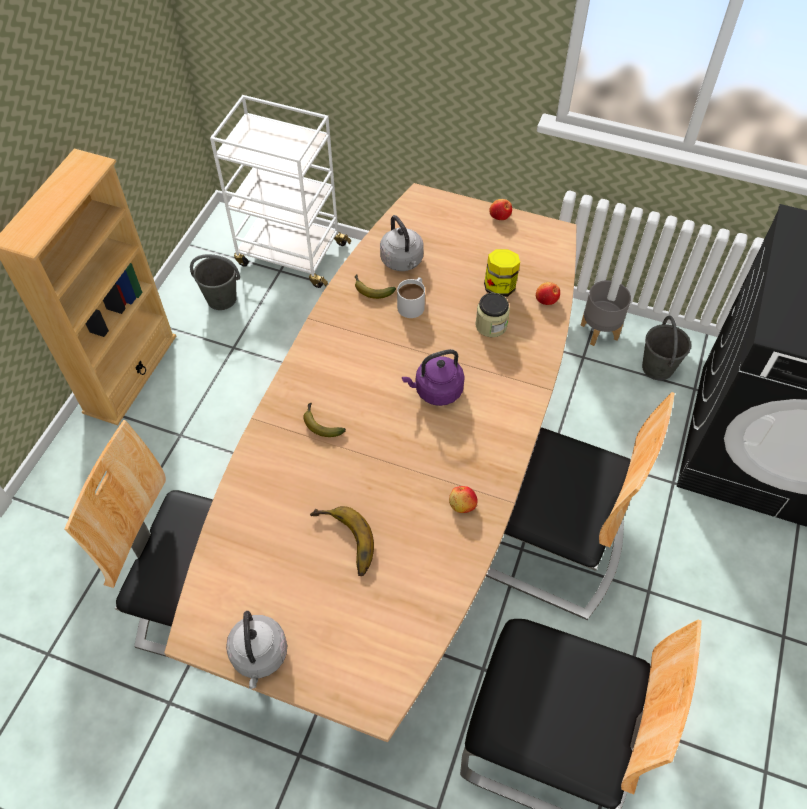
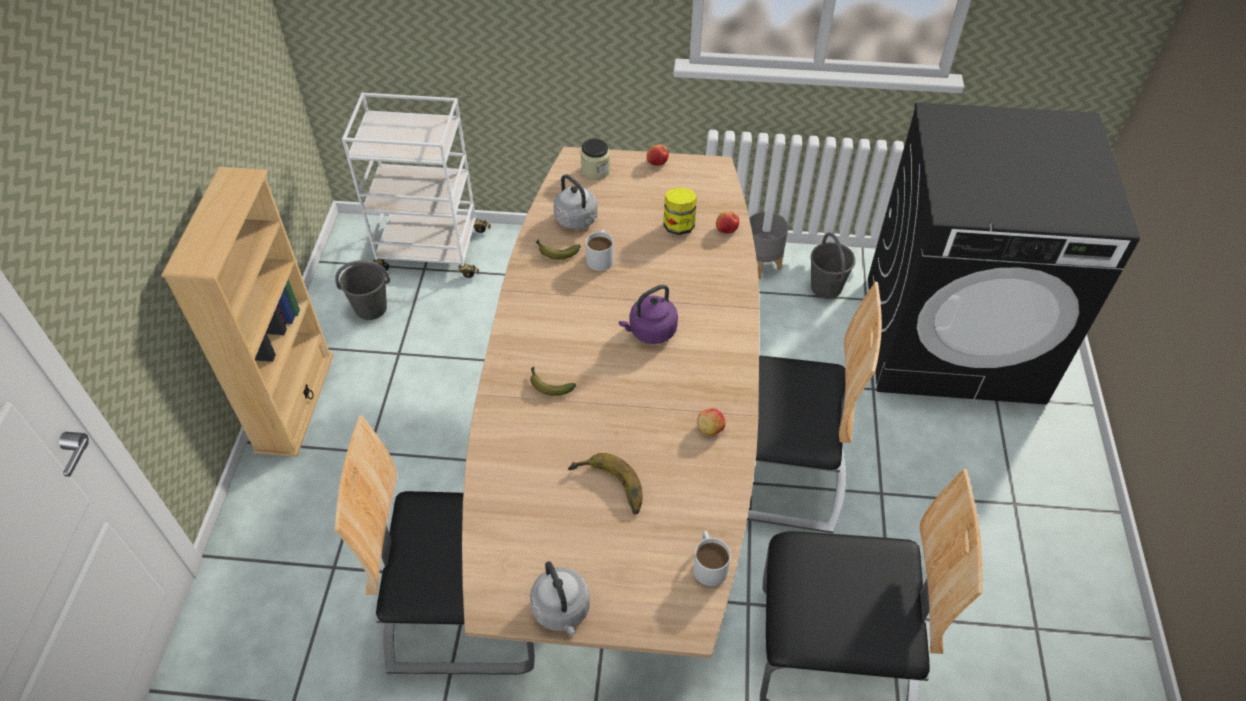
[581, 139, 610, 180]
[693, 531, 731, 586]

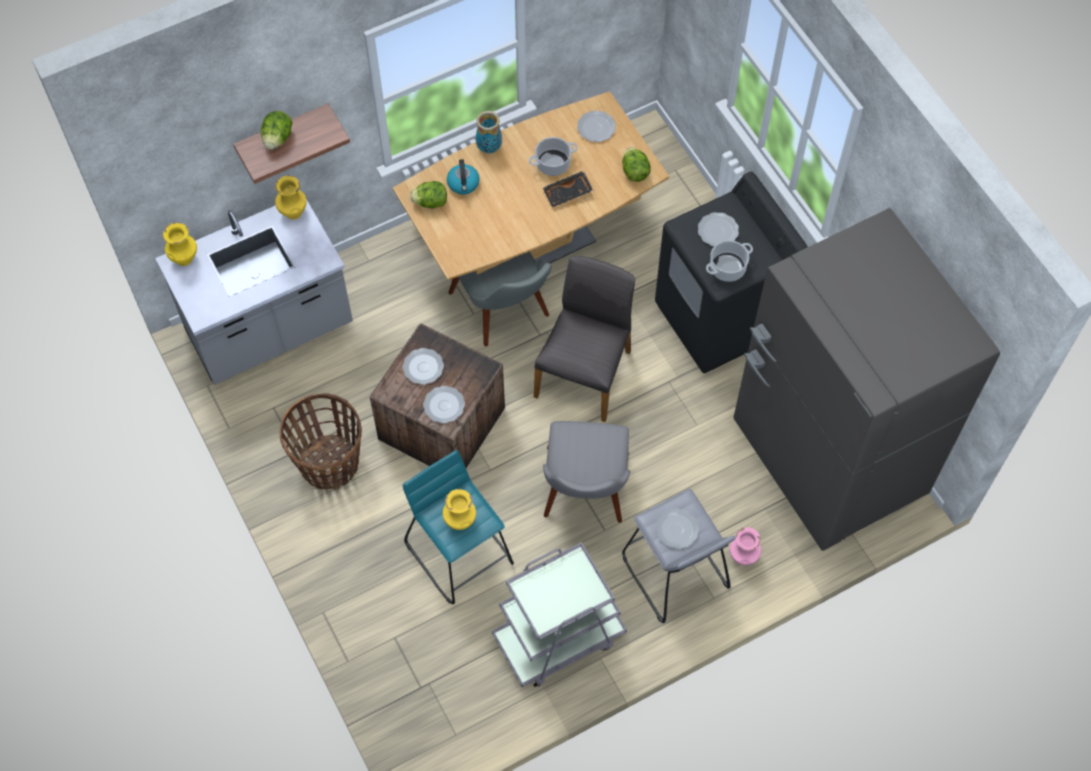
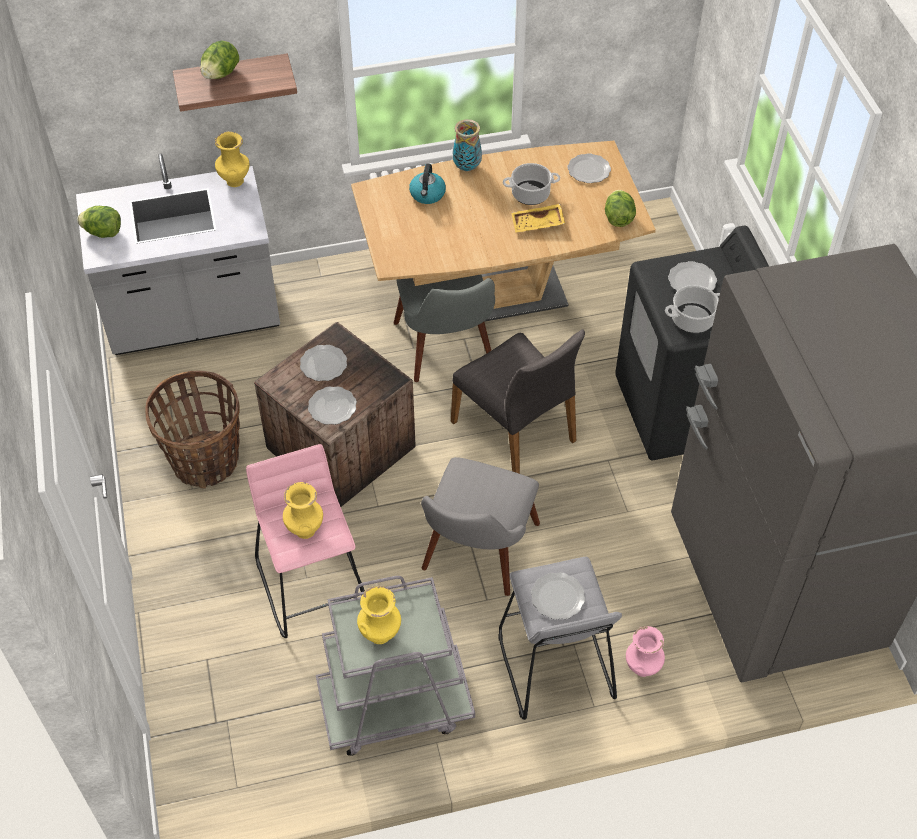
[511, 204, 565, 233]
[77, 206, 121, 238]
[357, 586, 401, 644]
[451, 329, 585, 474]
[246, 444, 365, 638]

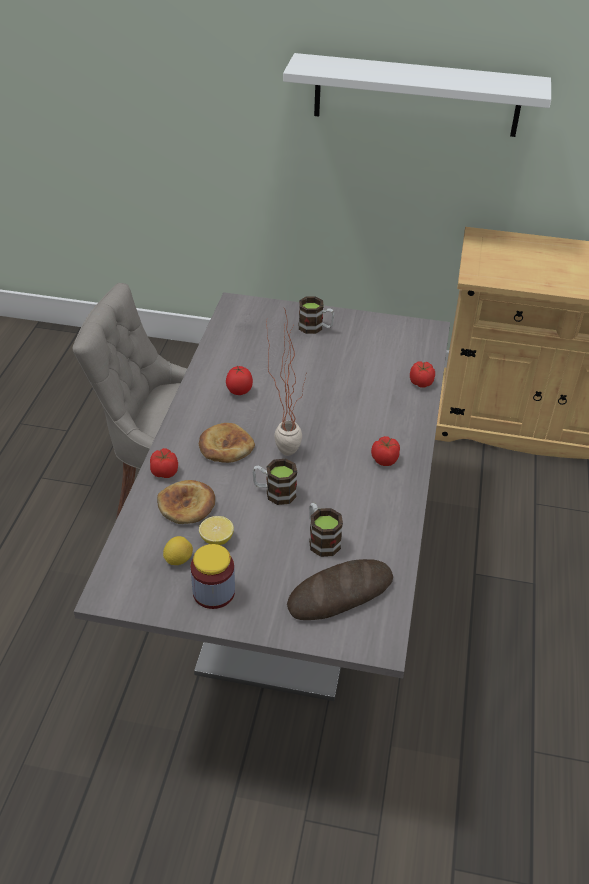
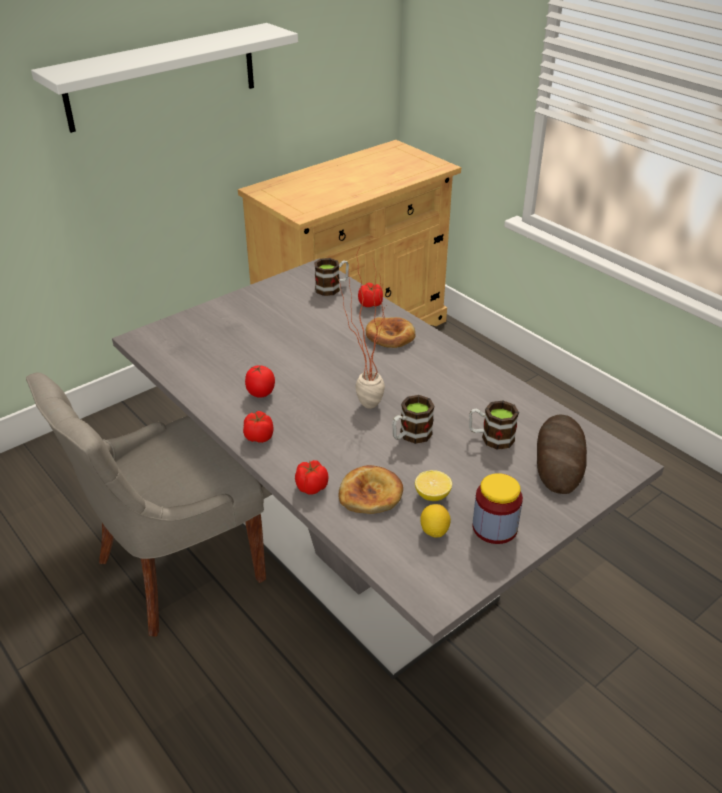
[314, 258, 349, 296]
[366, 317, 415, 348]
[243, 411, 274, 443]

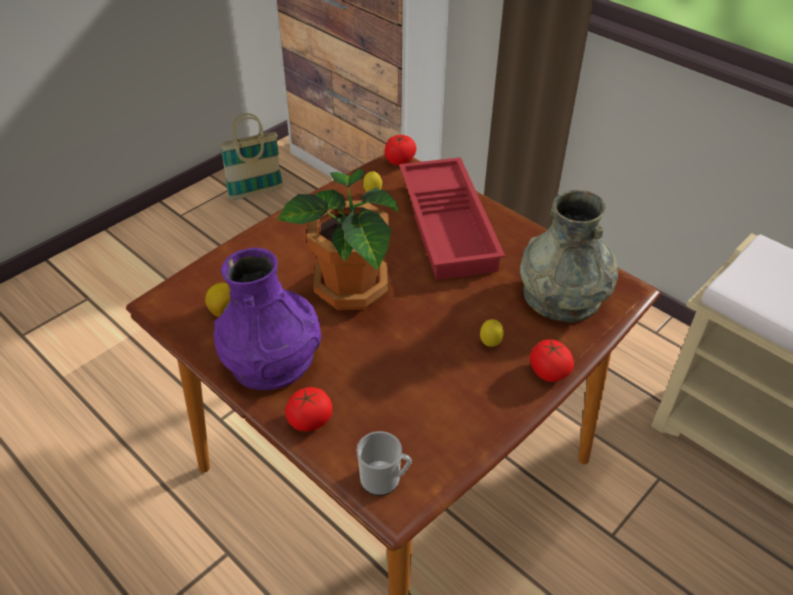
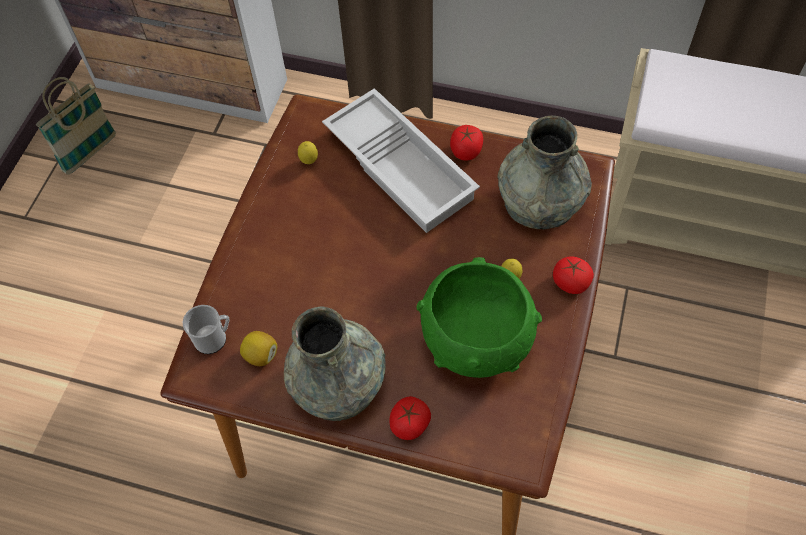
[450, 125, 483, 161]
[322, 88, 480, 233]
[277, 169, 399, 310] (first image)
[284, 307, 386, 421]
[183, 305, 230, 354]
[417, 257, 542, 378]

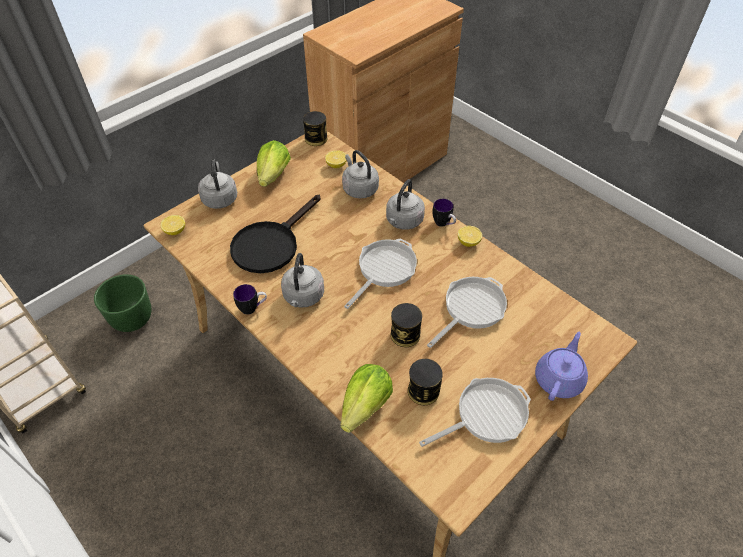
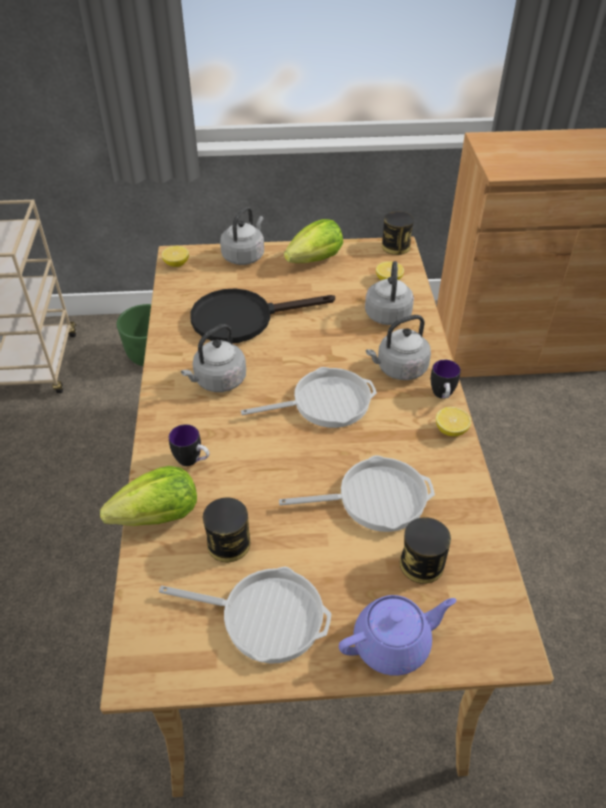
[169, 424, 210, 466]
[400, 517, 451, 584]

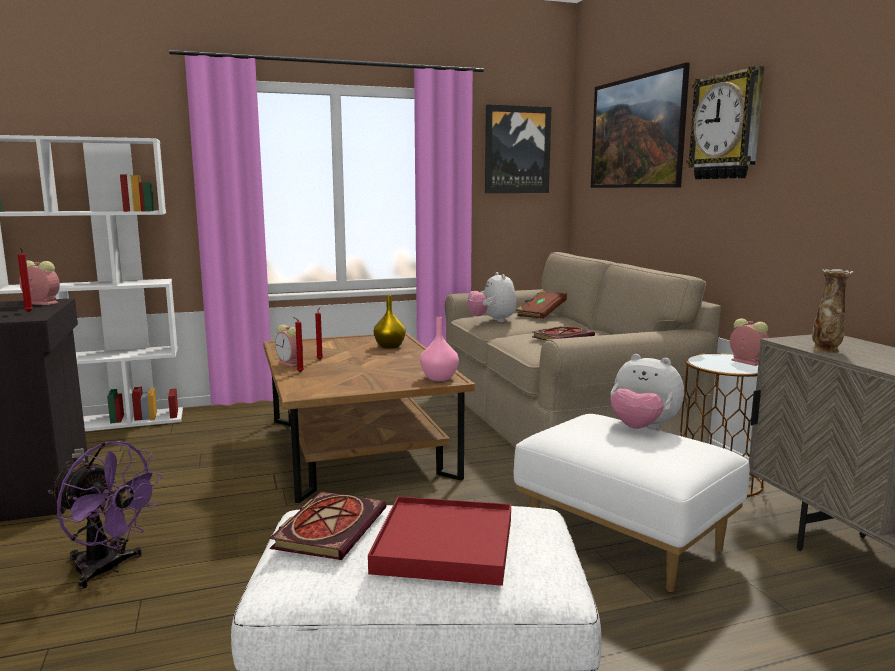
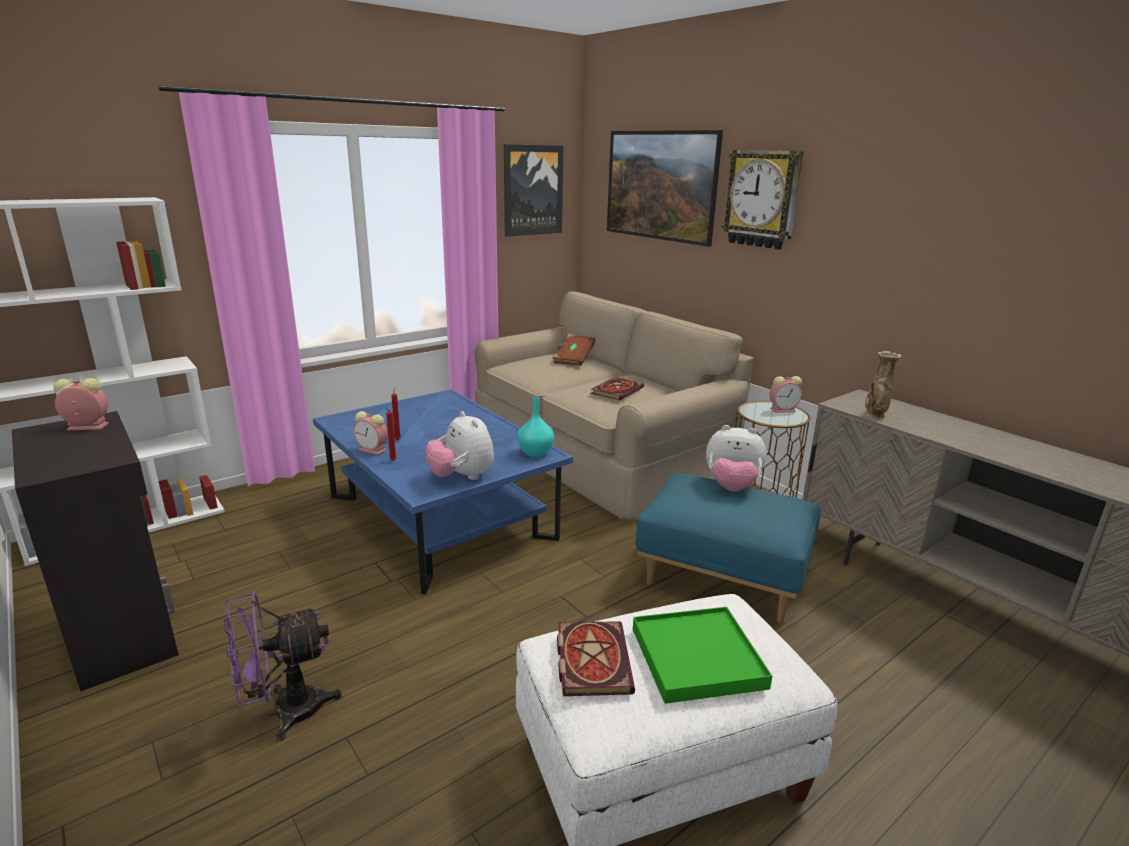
[18, 248, 33, 312] (first image)
[426, 411, 494, 480]
[374, 295, 406, 349] (first image)
[517, 397, 554, 457]
[769, 376, 802, 413]
[313, 389, 573, 594]
[636, 474, 821, 623]
[224, 591, 342, 741]
[633, 607, 772, 704]

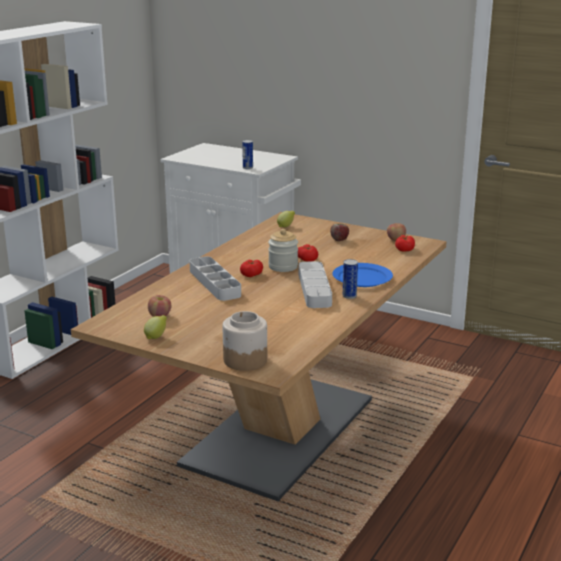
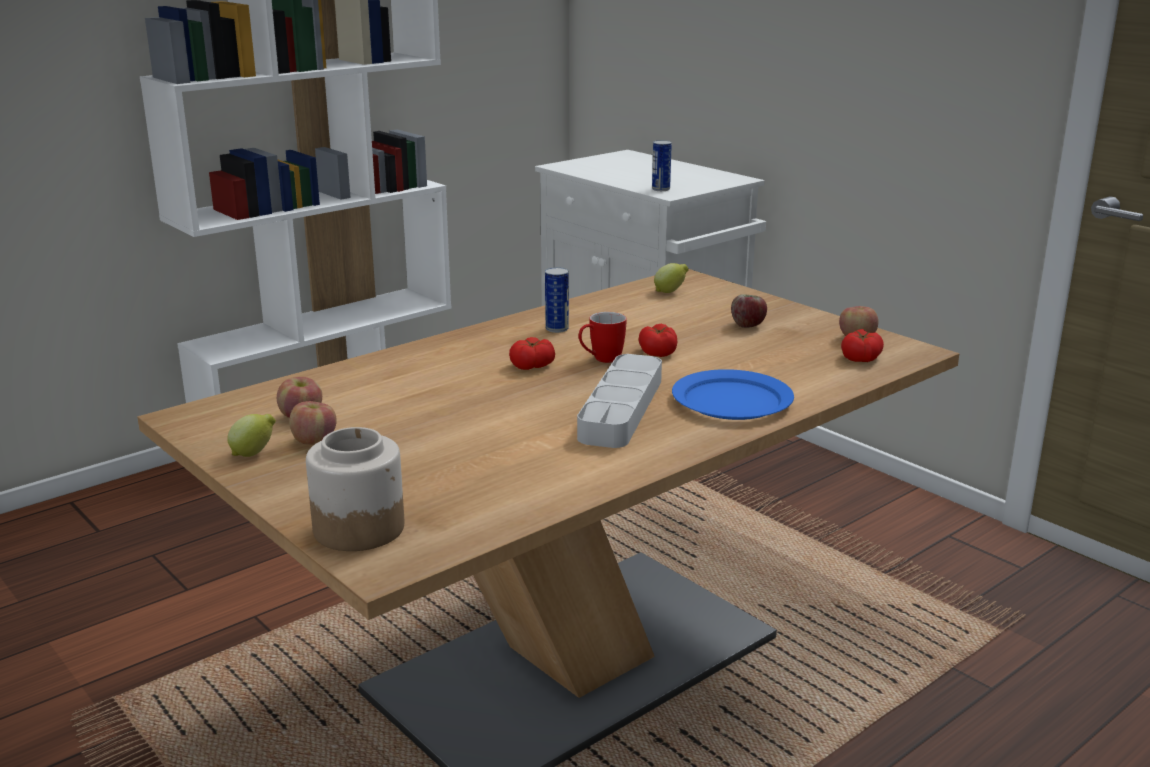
[579, 312, 627, 363]
[189, 256, 241, 301] (first image)
[545, 267, 569, 333]
[289, 401, 337, 445]

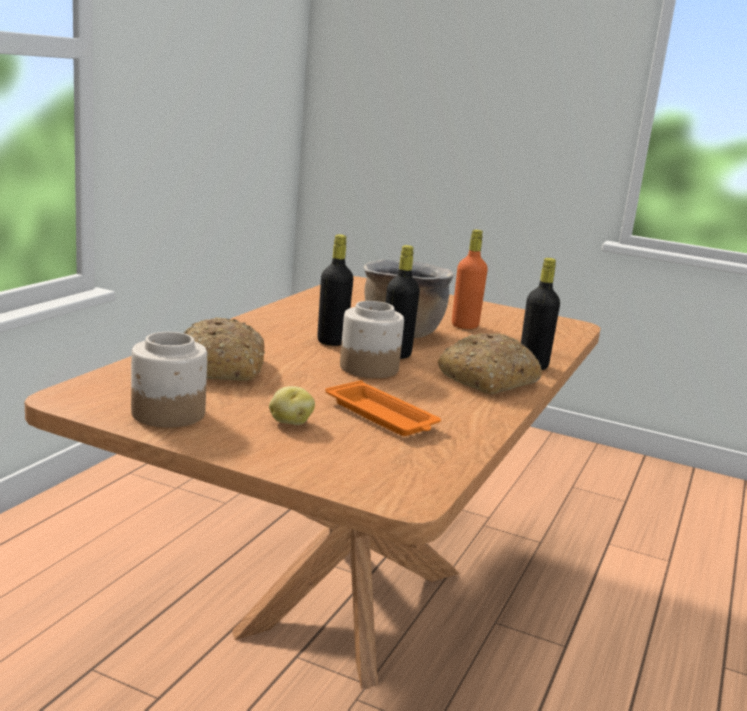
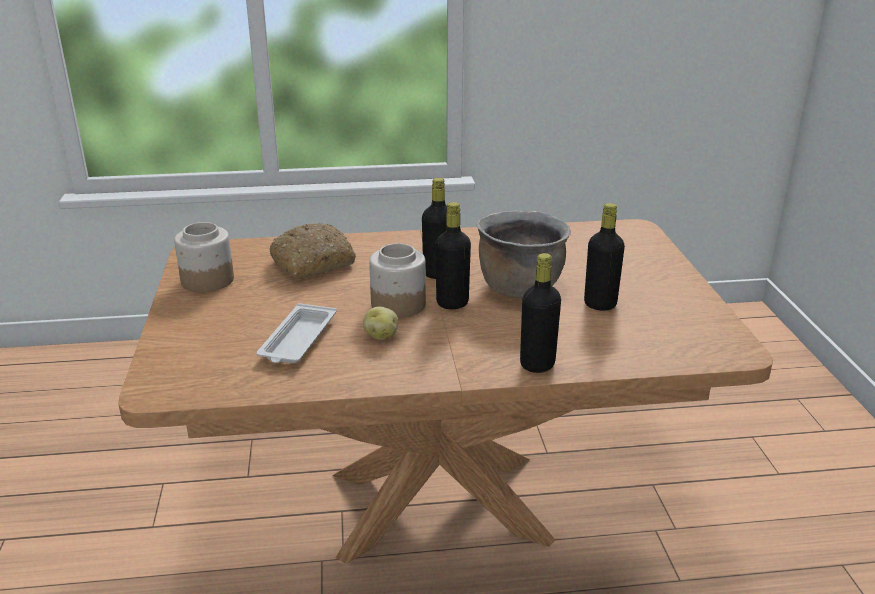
[584, 203, 625, 311]
[438, 333, 542, 394] (first image)
[257, 303, 336, 364]
[363, 307, 398, 340]

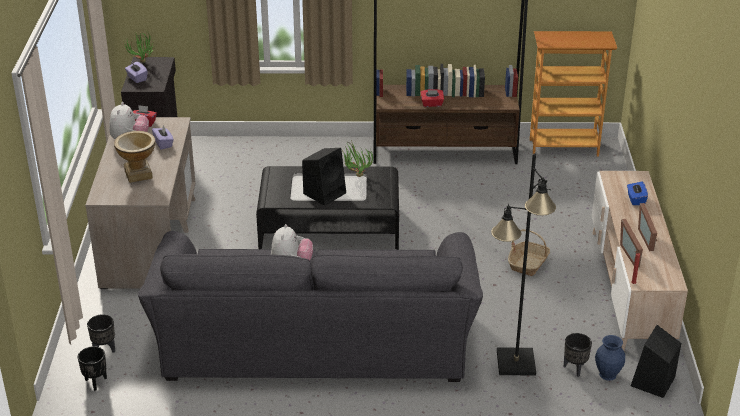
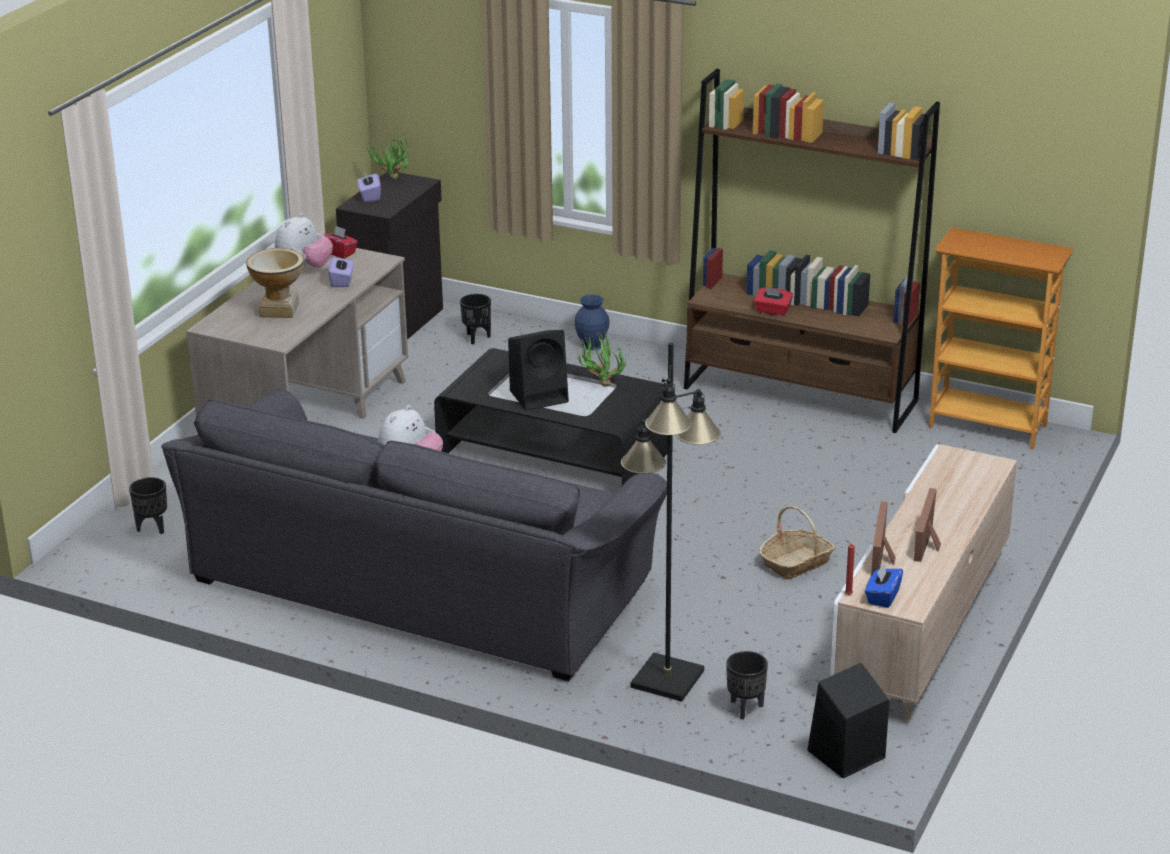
[865, 563, 903, 608]
[575, 295, 610, 350]
[460, 294, 491, 344]

